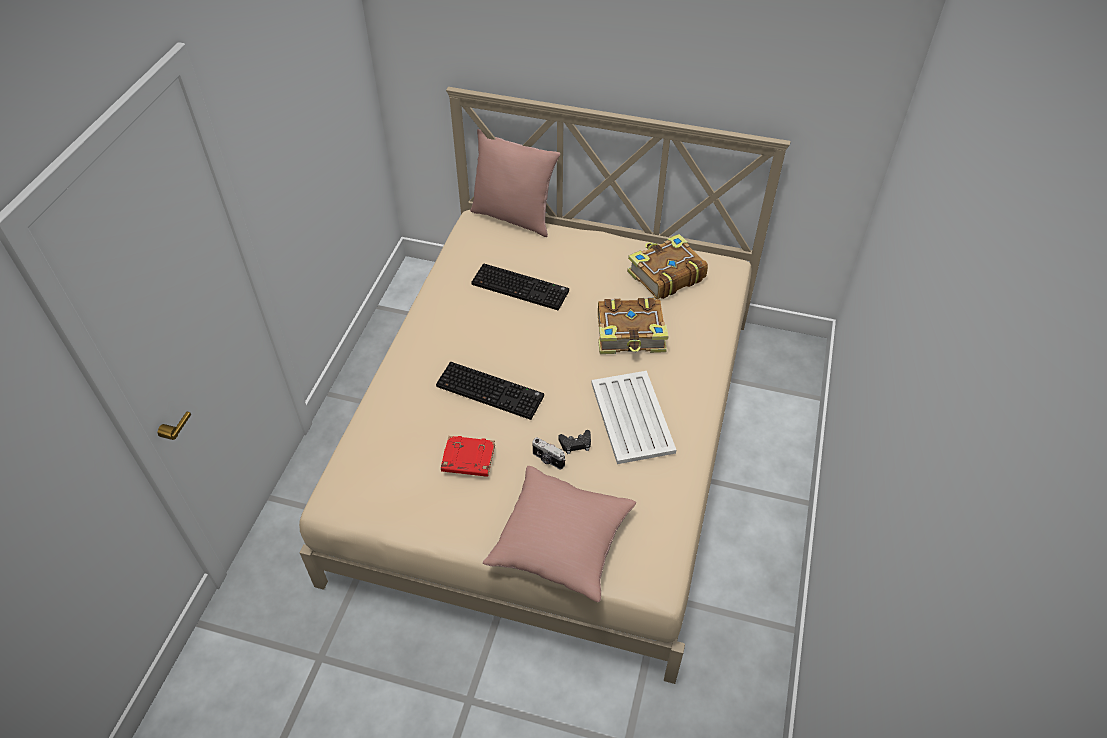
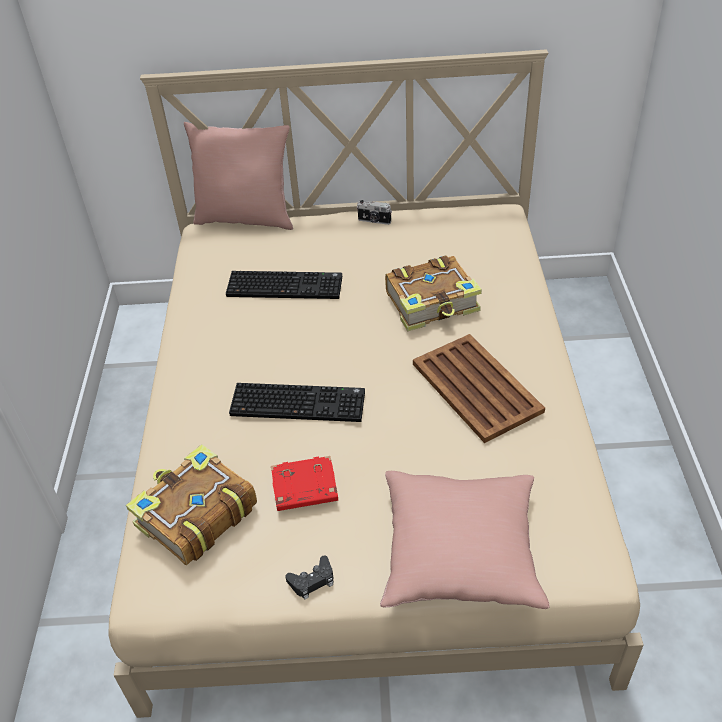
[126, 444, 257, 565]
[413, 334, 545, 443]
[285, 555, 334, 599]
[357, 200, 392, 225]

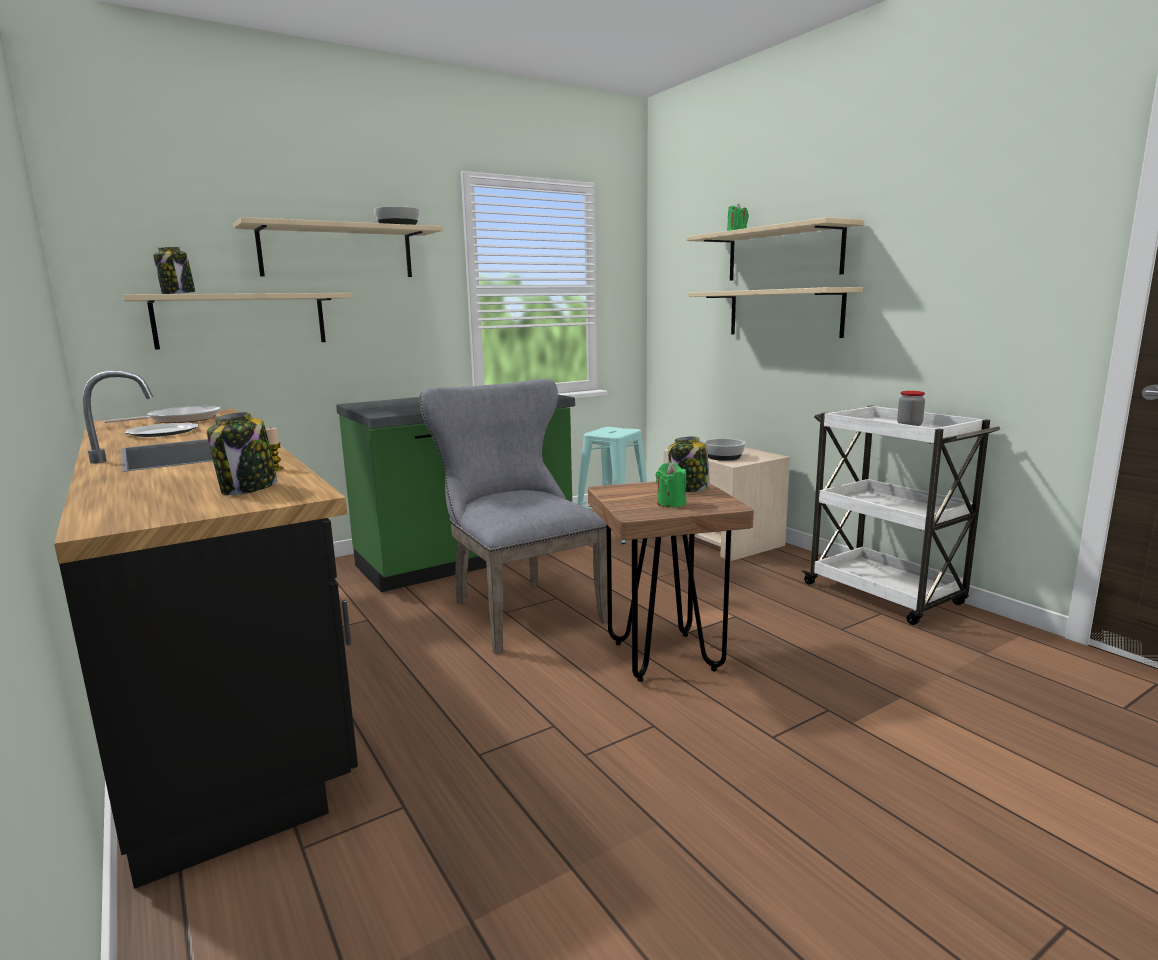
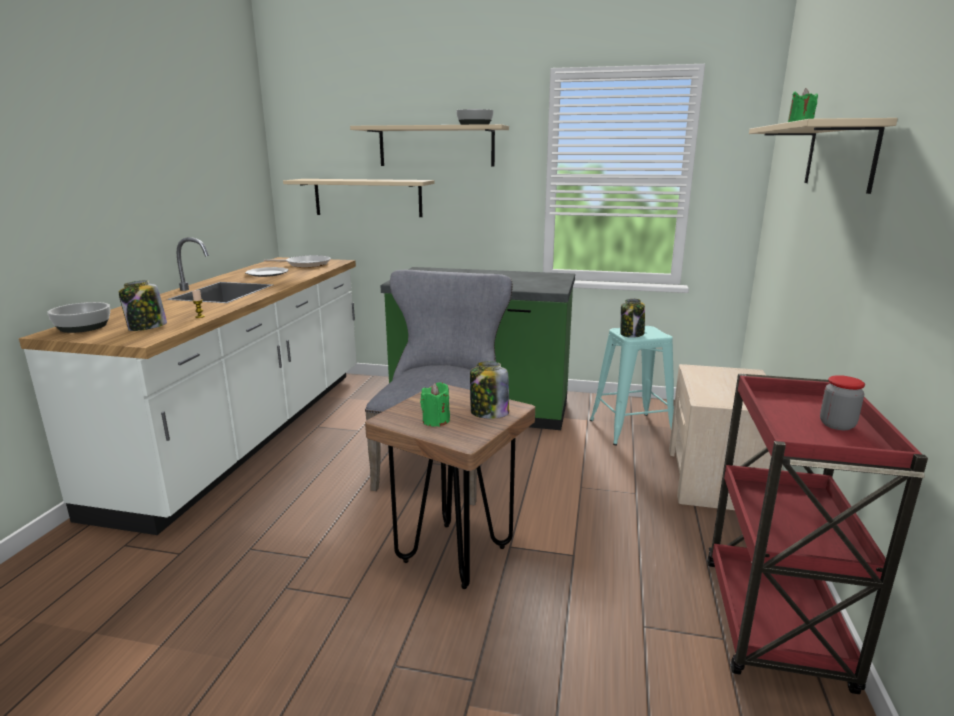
[620, 298, 645, 338]
[688, 287, 863, 338] (first image)
[19, 237, 357, 535]
[707, 374, 928, 694]
[47, 302, 110, 333]

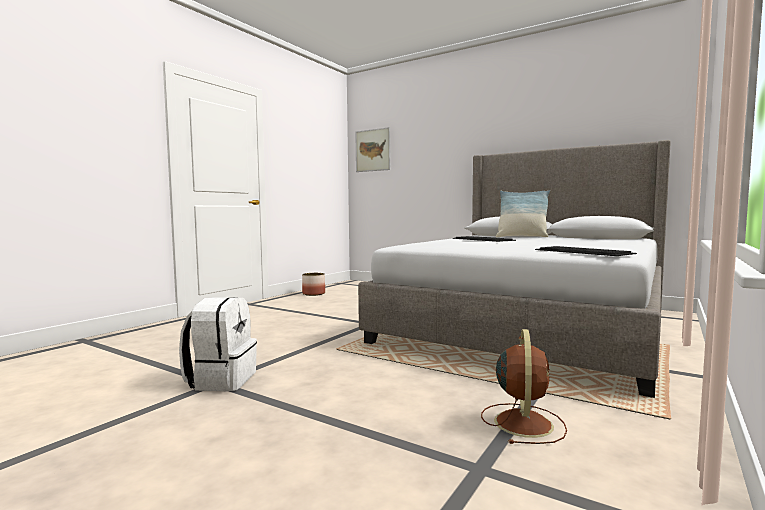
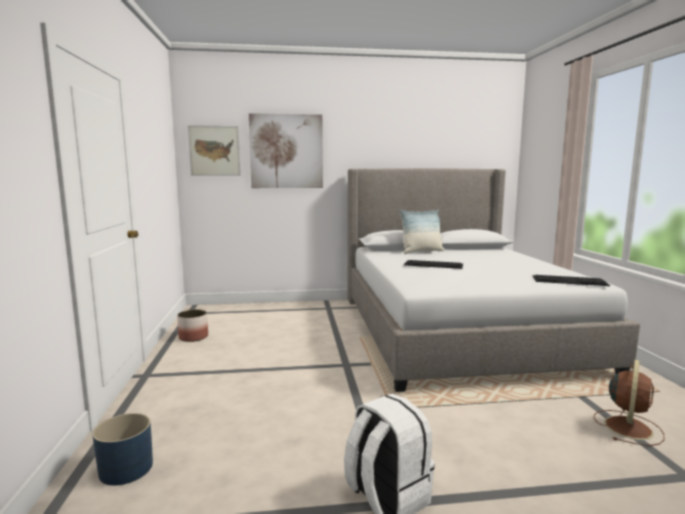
[594, 360, 664, 446]
[249, 113, 323, 188]
[92, 413, 153, 485]

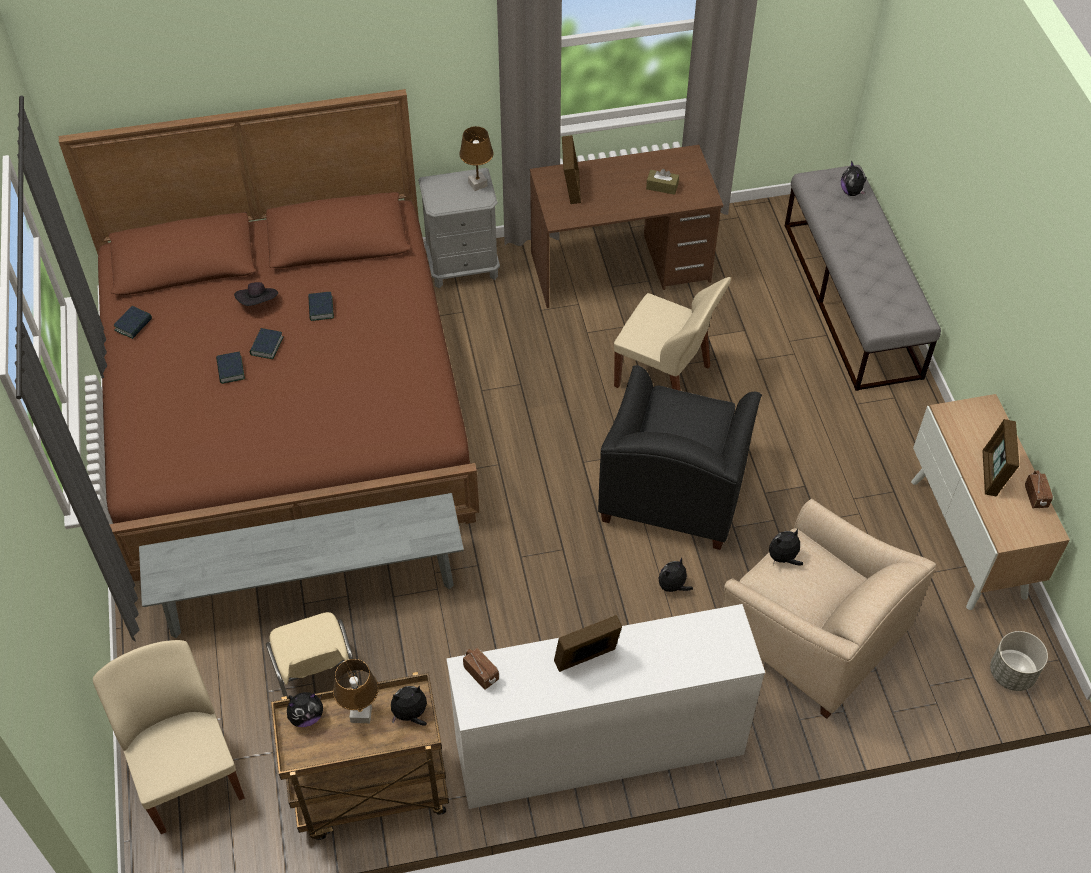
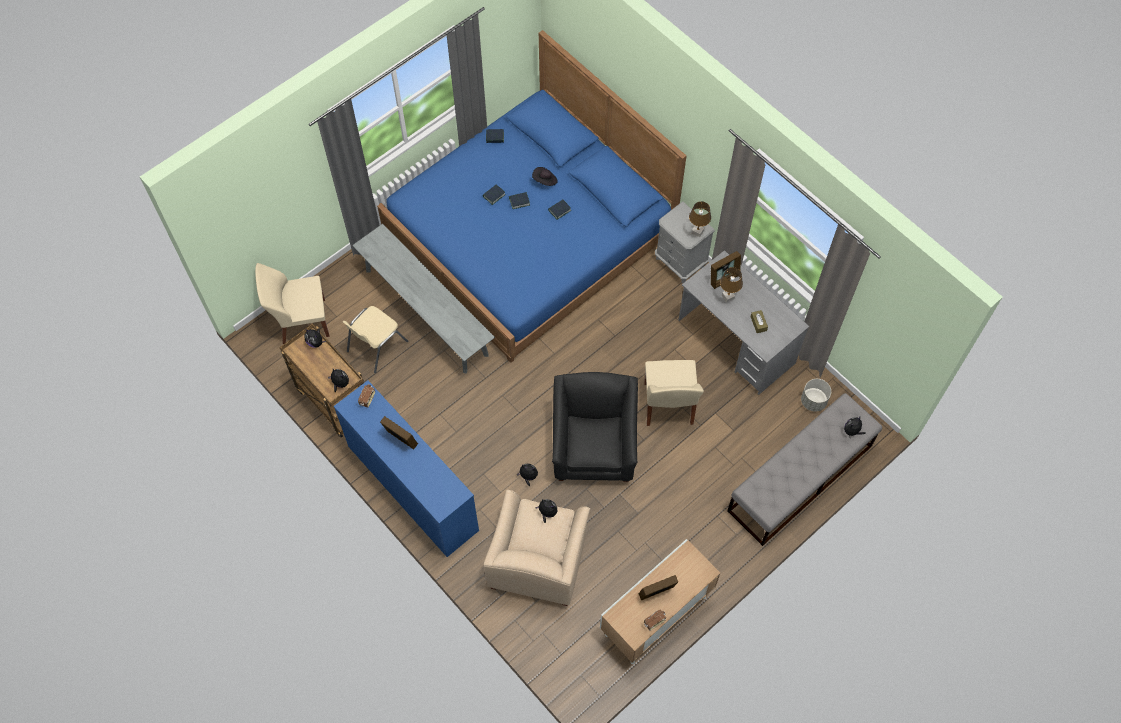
[377, 30, 687, 363]
[679, 250, 809, 395]
[552, 372, 638, 482]
[334, 380, 479, 557]
[801, 379, 831, 412]
[255, 263, 330, 344]
[720, 267, 743, 302]

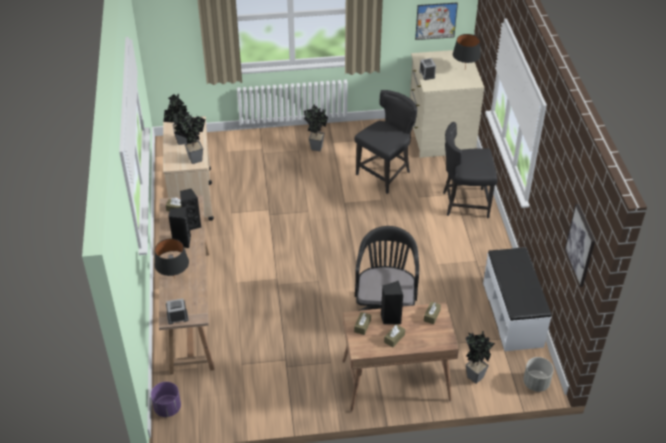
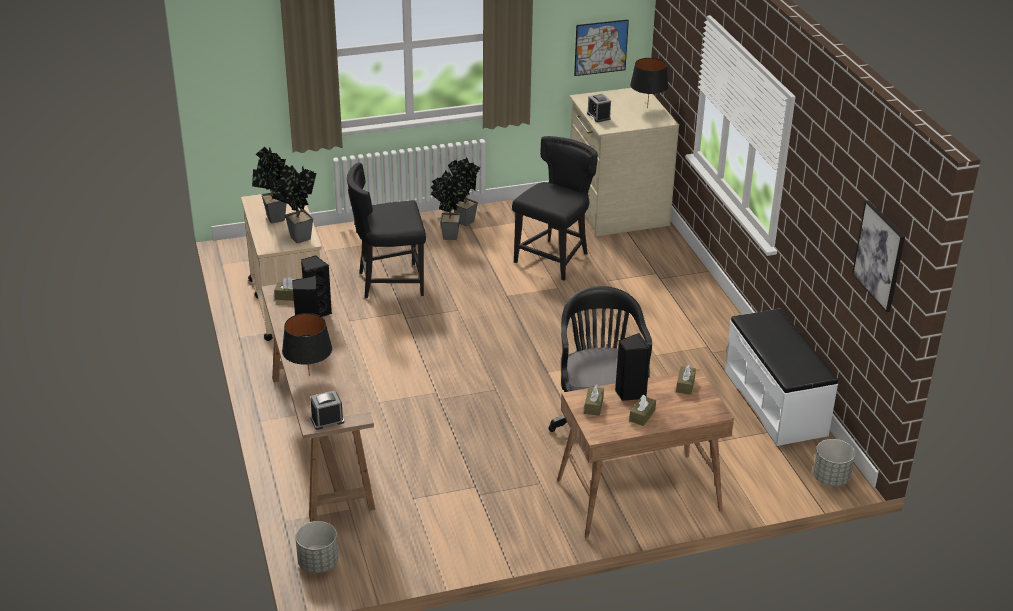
[347, 163, 426, 298]
[448, 156, 480, 226]
[295, 521, 338, 573]

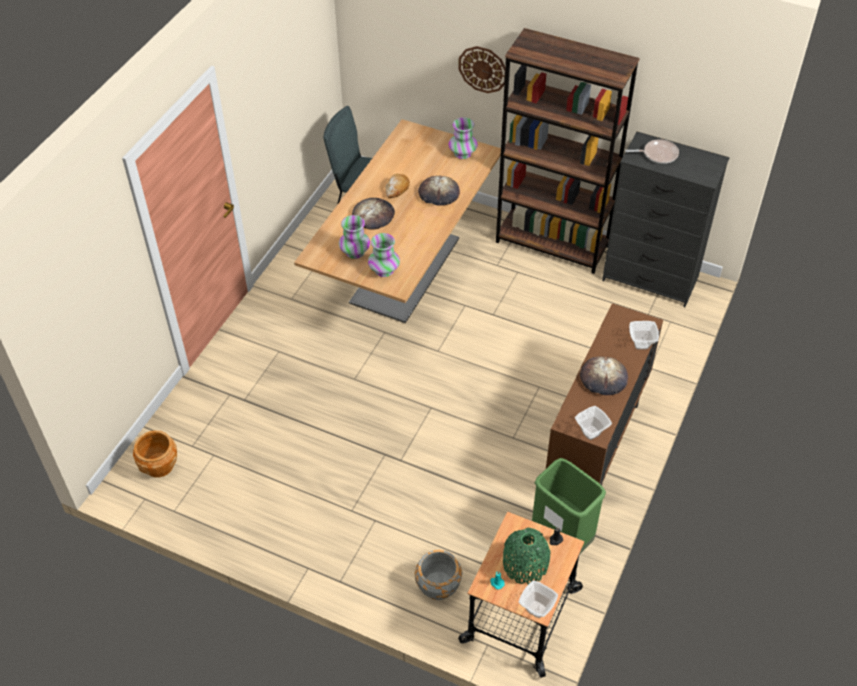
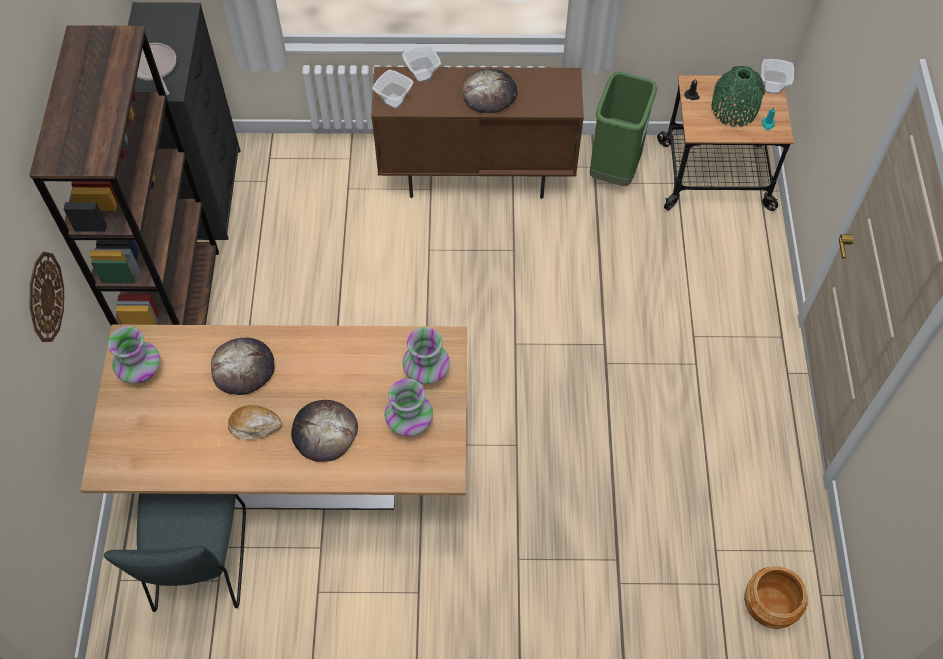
[372, 70, 414, 109]
[414, 550, 463, 600] (first image)

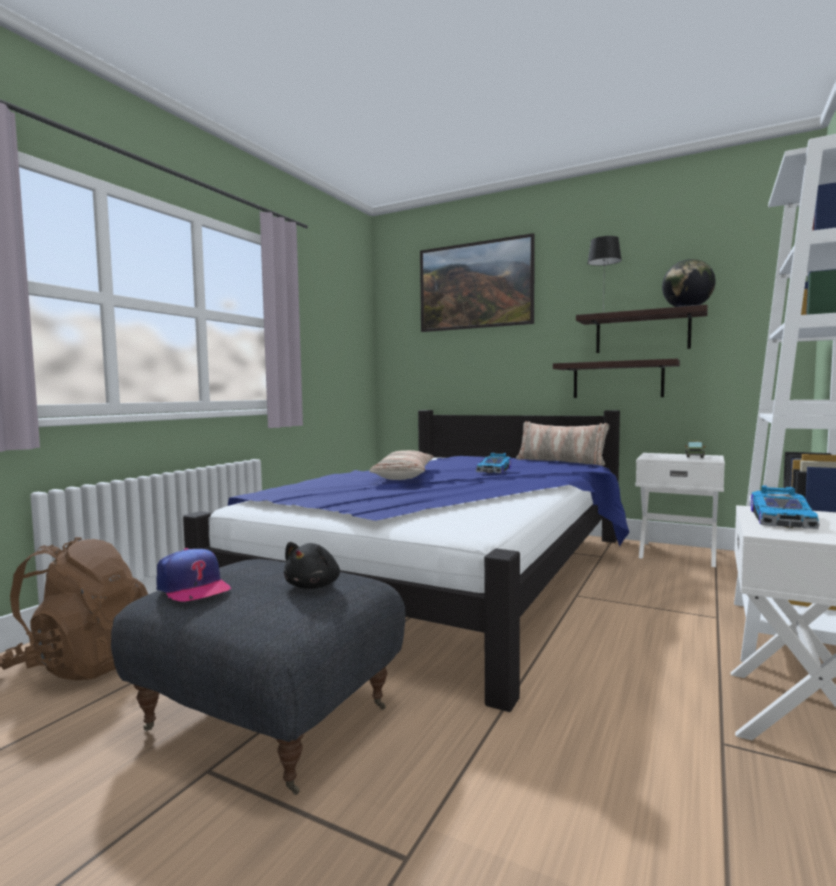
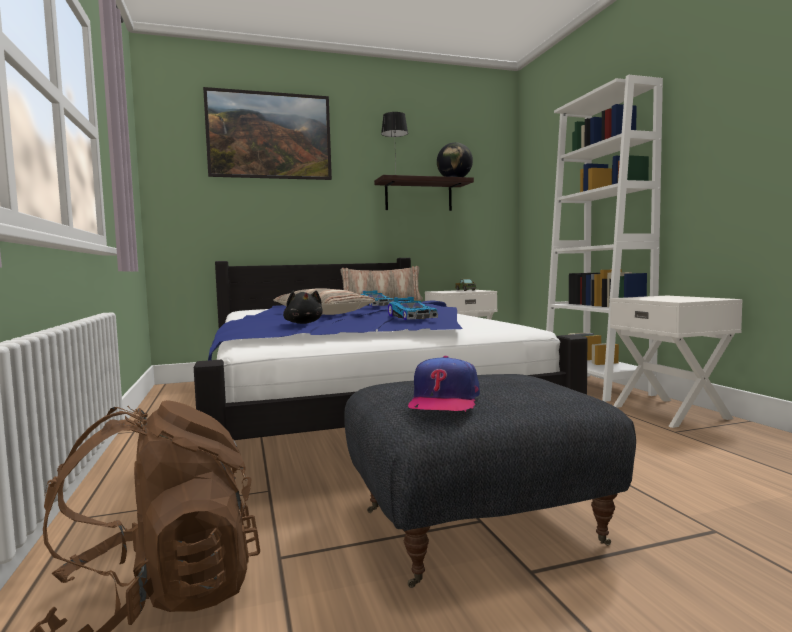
[553, 359, 680, 398] (first image)
[388, 297, 438, 320]
[283, 290, 323, 324]
[408, 356, 480, 412]

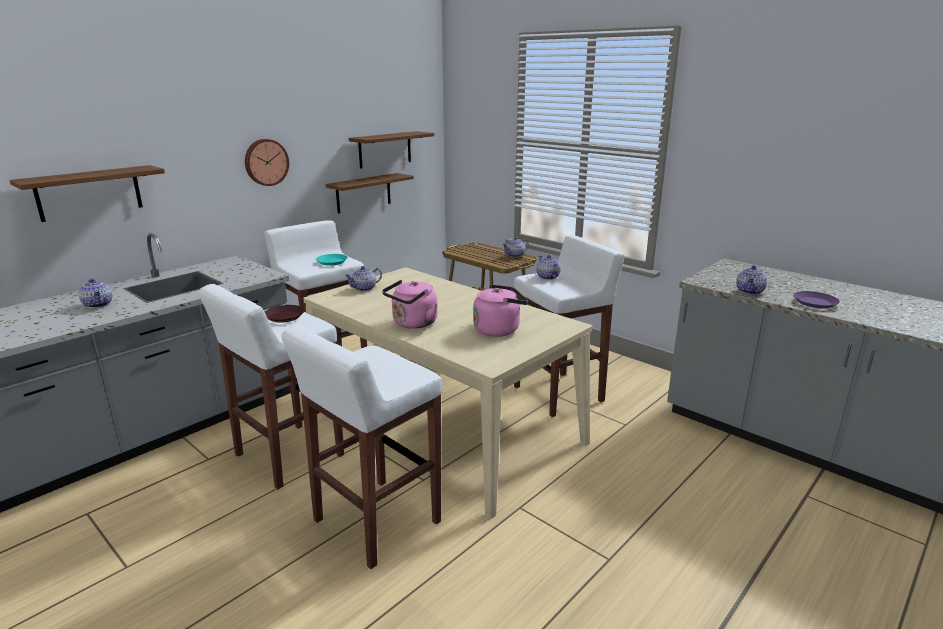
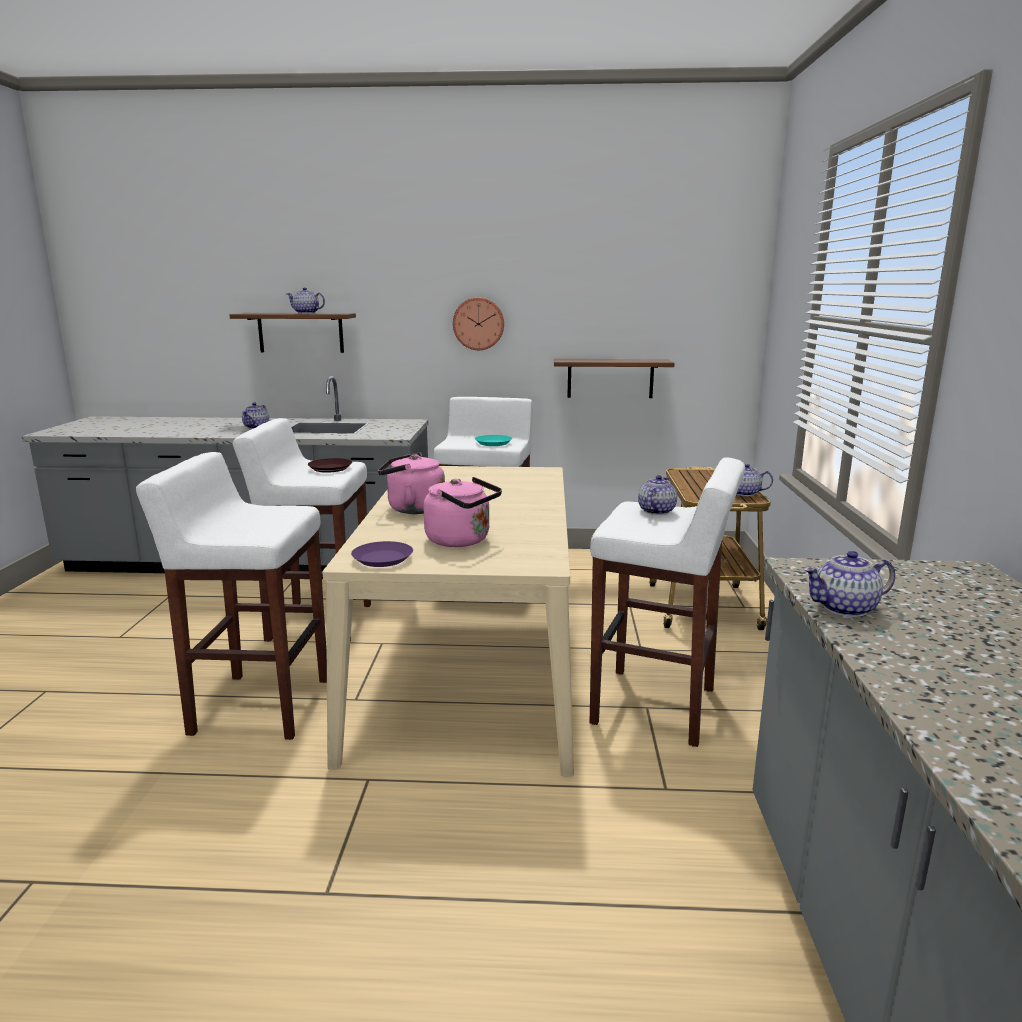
[349, 131, 434, 169] (first image)
[287, 287, 325, 314]
[351, 541, 413, 567]

